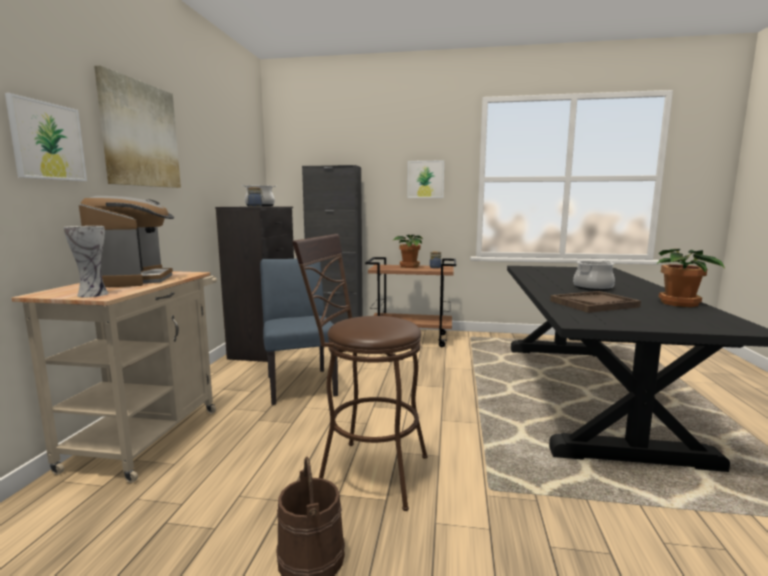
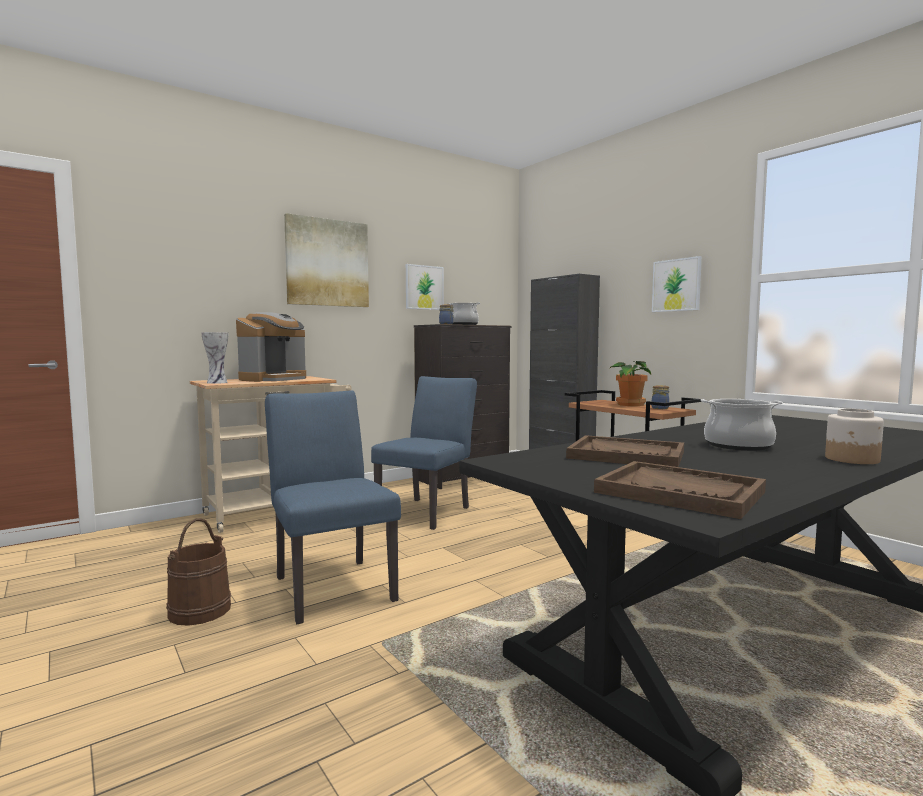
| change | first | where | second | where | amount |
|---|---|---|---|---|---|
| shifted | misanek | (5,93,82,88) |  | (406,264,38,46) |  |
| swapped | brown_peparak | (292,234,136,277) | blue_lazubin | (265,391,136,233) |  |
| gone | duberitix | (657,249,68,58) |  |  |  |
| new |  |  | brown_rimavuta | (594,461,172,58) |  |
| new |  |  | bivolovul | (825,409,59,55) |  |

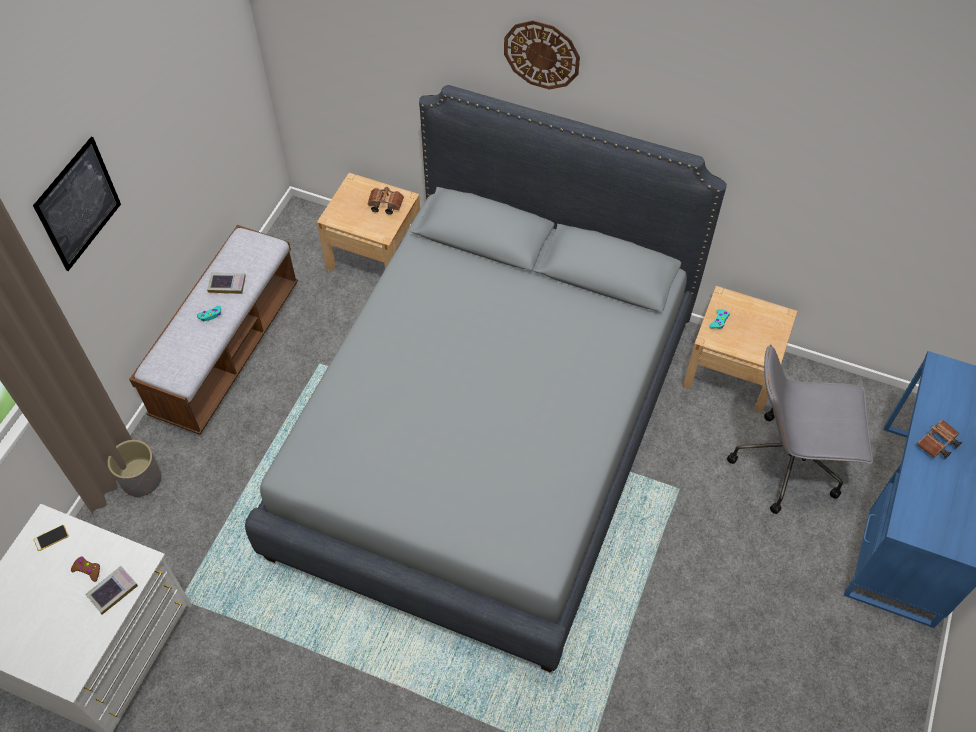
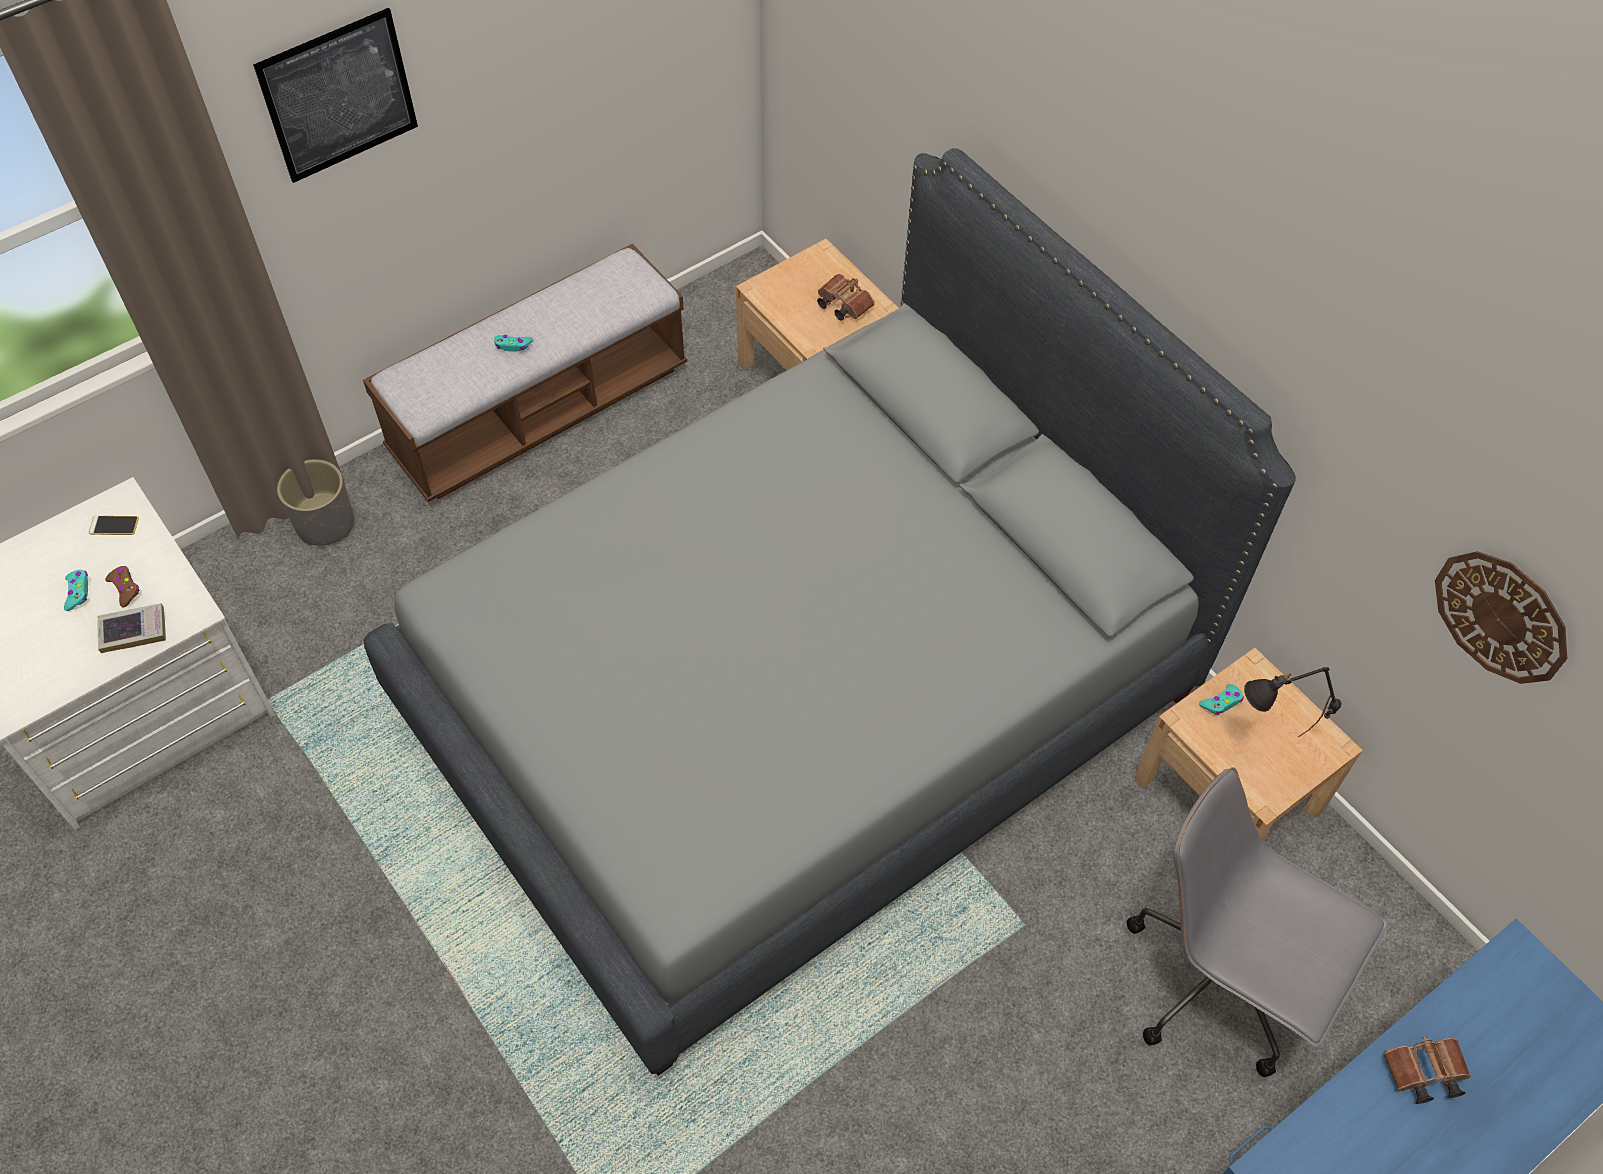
| change | first | where | second | where | amount |
|---|---|---|---|---|---|
| gone | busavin | (207,272,39,22) |  |  |  |
| shifted | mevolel | (504,20,76,69) |  | (1435,551,132,133) |  |
| new |  |  | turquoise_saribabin | (64,570,24,41) |  |
| new |  |  | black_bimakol | (1244,667,98,70) |  |

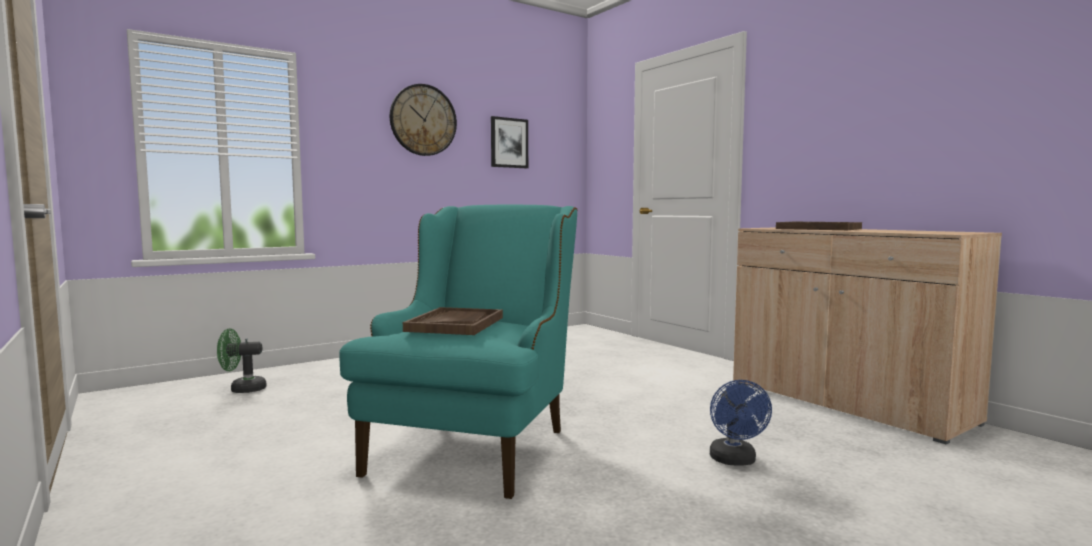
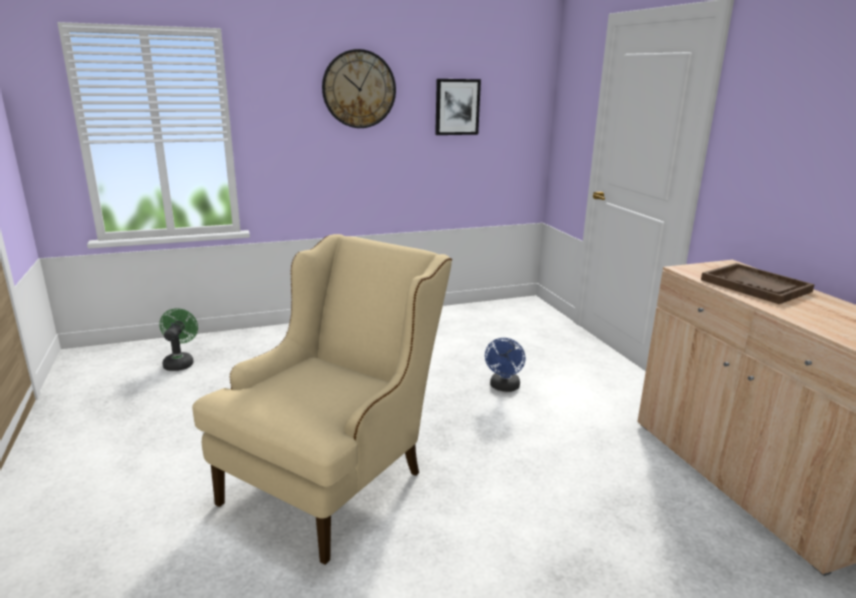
| change | first | where | second | where | amount |
|---|---|---|---|---|---|
| rotated | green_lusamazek | (217,328,49,65) |  | (159,308,39,63) | 90 degrees clockwise |
| repainted | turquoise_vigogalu | (339,205,238,294) | beige_vigogalu | (192,234,260,331) |  |
| gone | brown_rimavuta | (403,307,100,28) |  |  |  |
| shifted | blue_lusamazek | (710,380,62,86) |  | (485,338,40,54) |  |

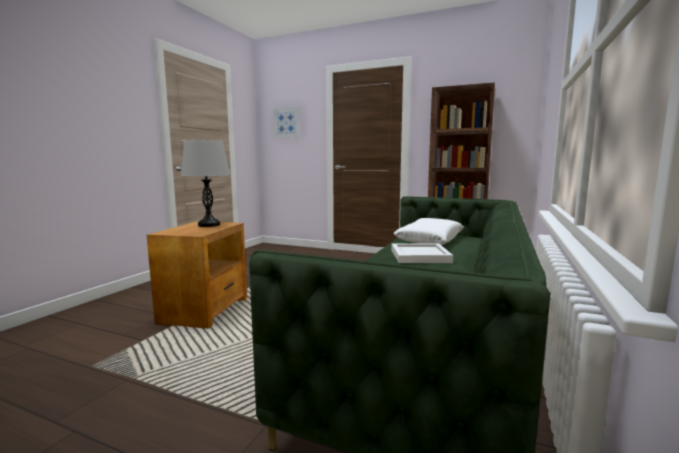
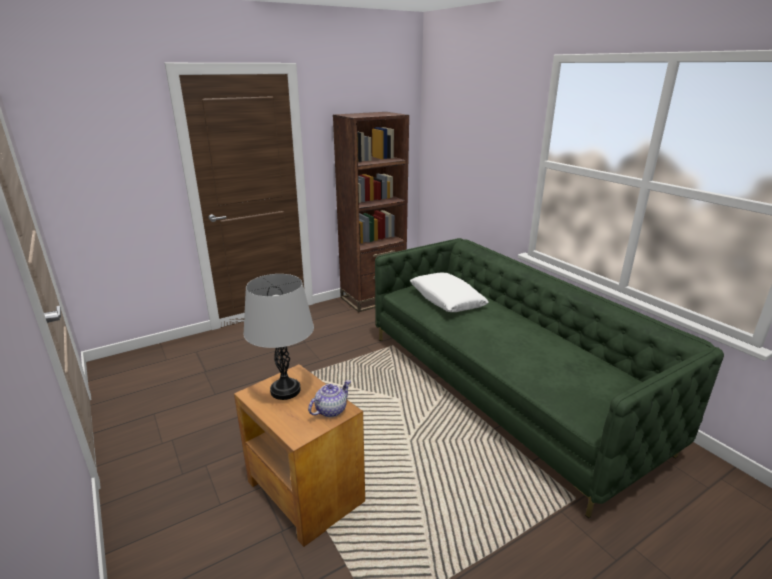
| change | first | where | second | where | amount |
|---|---|---|---|---|---|
| gone | misanek | (273,107,27,31) |  |  |  |
| gone | white_rimavuta | (391,243,62,20) |  |  |  |
| new |  |  | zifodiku | (308,380,43,37) |  |

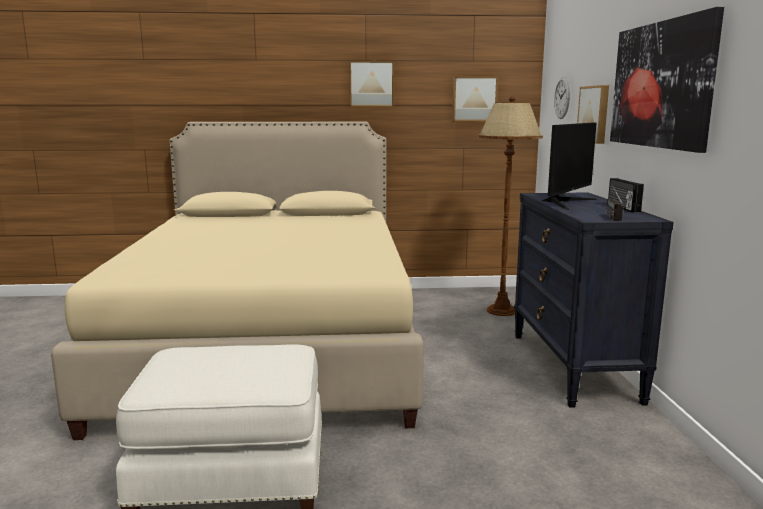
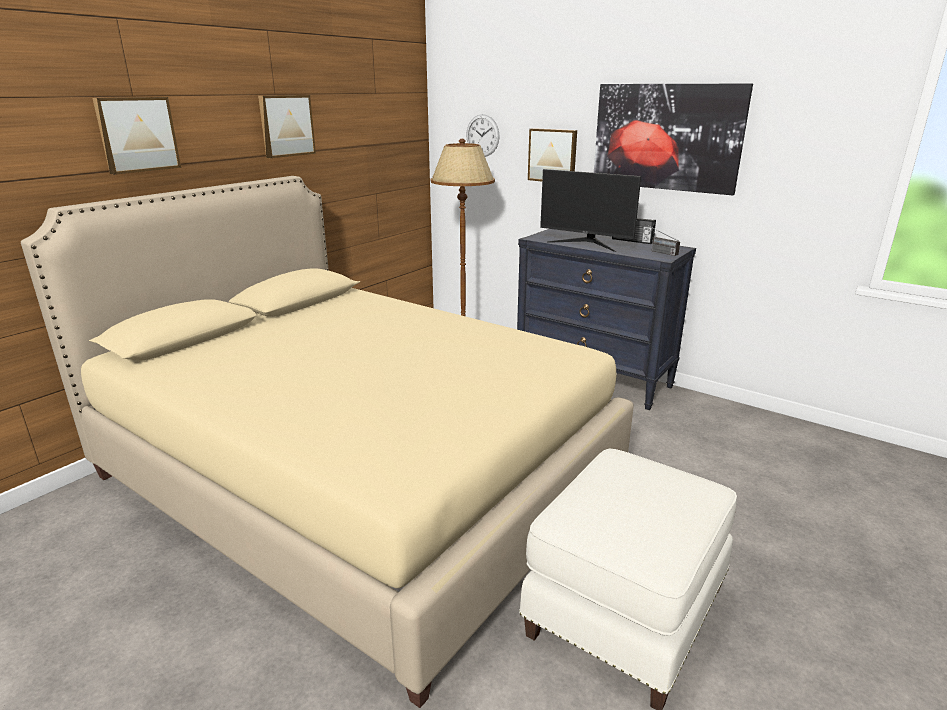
| change | first | where | second | where | amount |
|---|---|---|---|---|---|
| shifted | misanek | (452,76,46,45) |  | (92,97,89,78) |  |
| rotated | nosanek | (542,122,55,88) |  | (540,169,101,83) | 135 degrees clockwise |

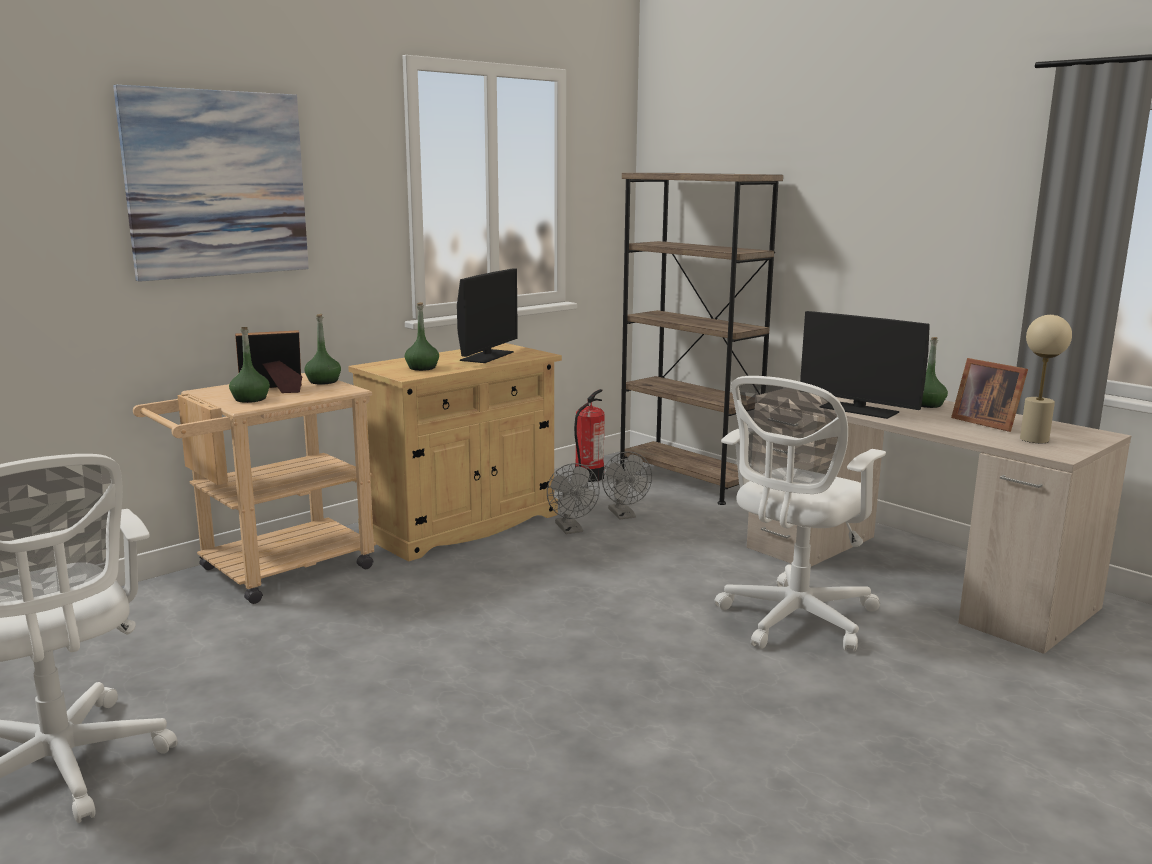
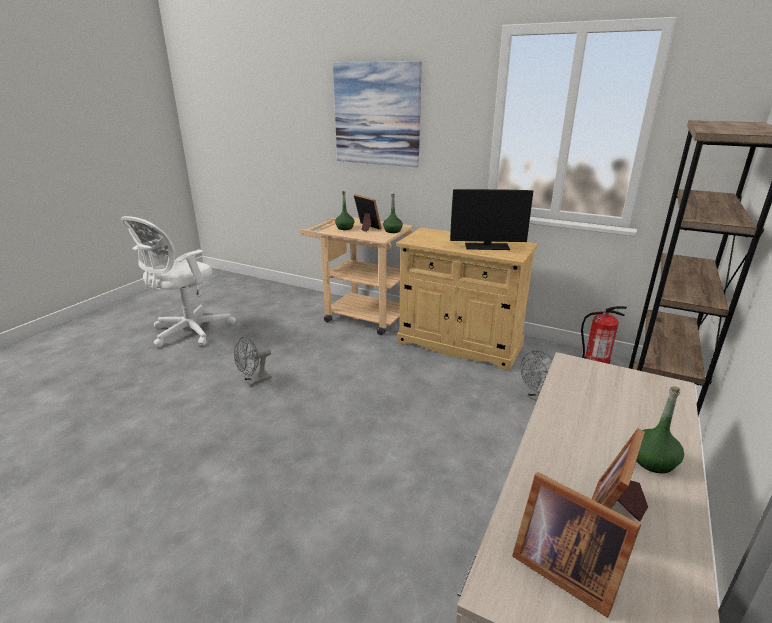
| change | first | where | second | where | amount |
|---|---|---|---|---|---|
| gone | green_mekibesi | (405,302,34,69) |  |  |  |
| shifted | grey_lusamazek | (547,463,53,71) |  | (234,337,37,49) |  |
| gone | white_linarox | (715,376,171,275) |  |  |  |
| gone | nosanek | (800,311,130,108) |  |  |  |
| swapped | beige_bimakol | (1020,315,52,128) | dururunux | (512,472,129,146) |  |

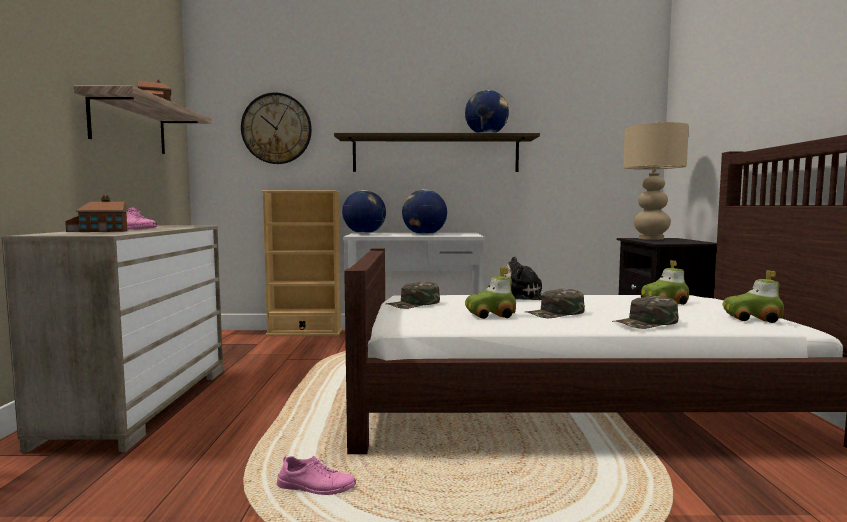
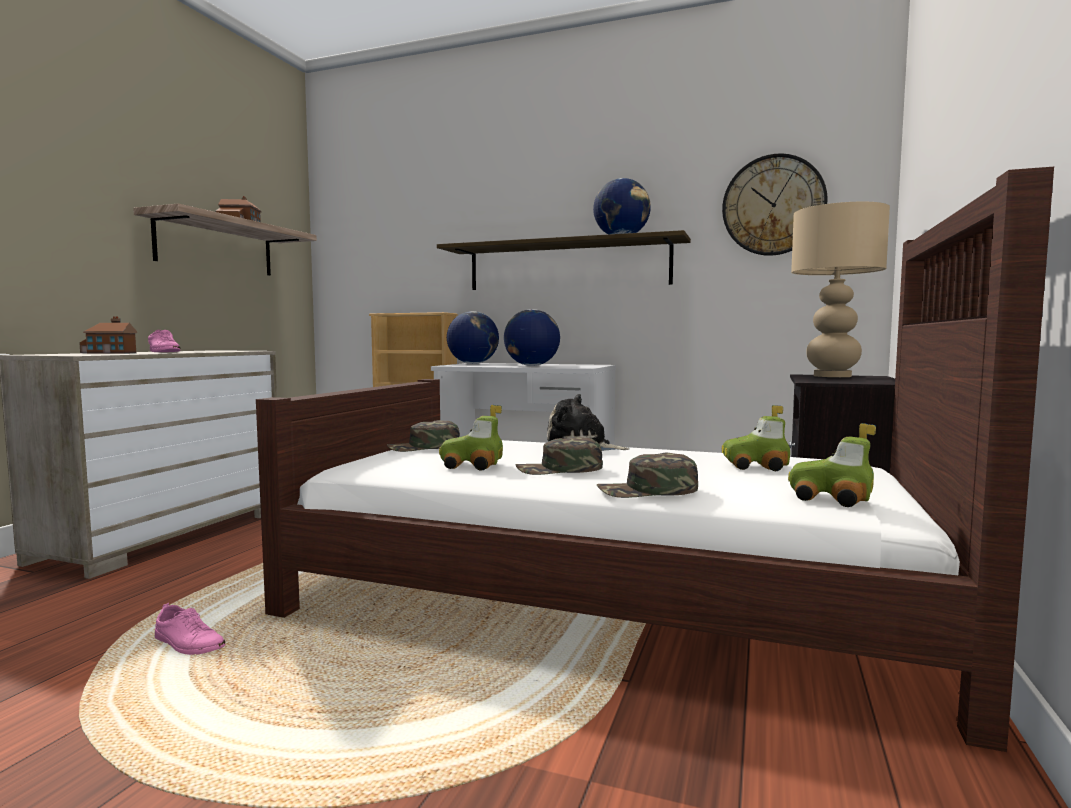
| change | first | where | second | where | amount |
|---|---|---|---|---|---|
| shifted | mevolel | (241,92,71,72) |  | (722,153,106,103) |  |

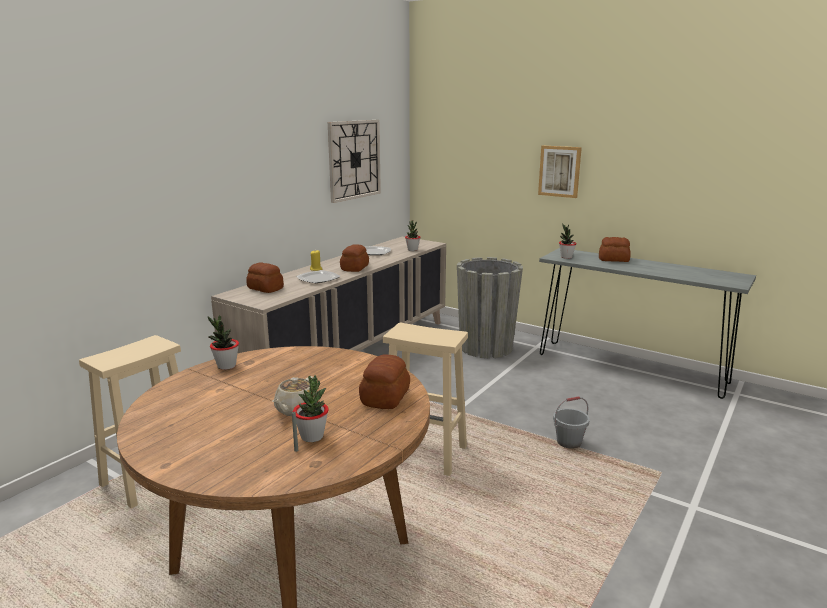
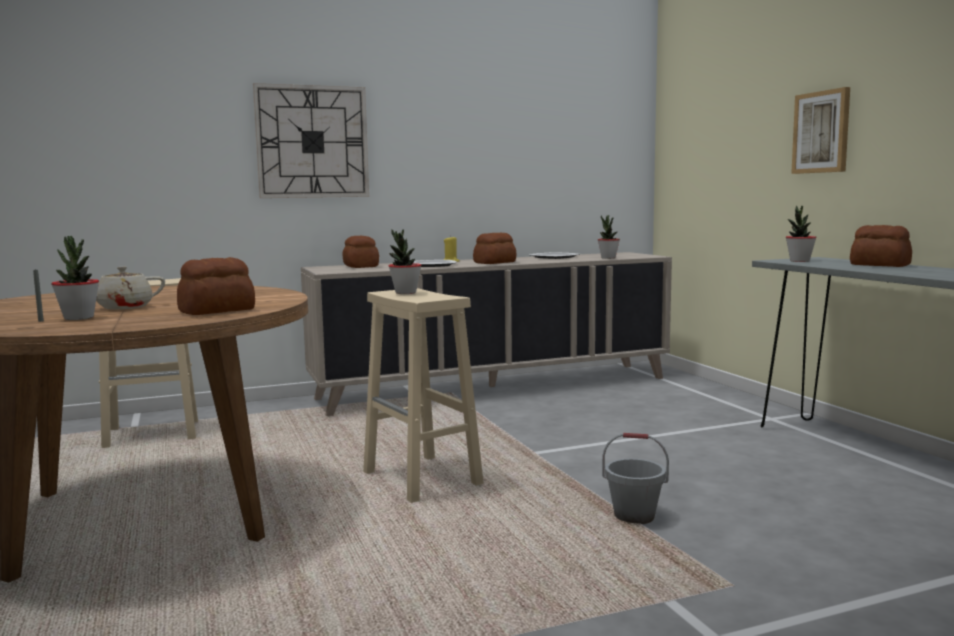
| change | first | where | second | where | amount |
|---|---|---|---|---|---|
| shifted | duberitix | (208,316,31,54) |  | (389,229,32,65) |  |
| shifted | mevolel | (328,120,53,83) |  | (253,83,116,115) |  |
| gone | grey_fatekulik | (457,257,66,101) |  |  |  |

